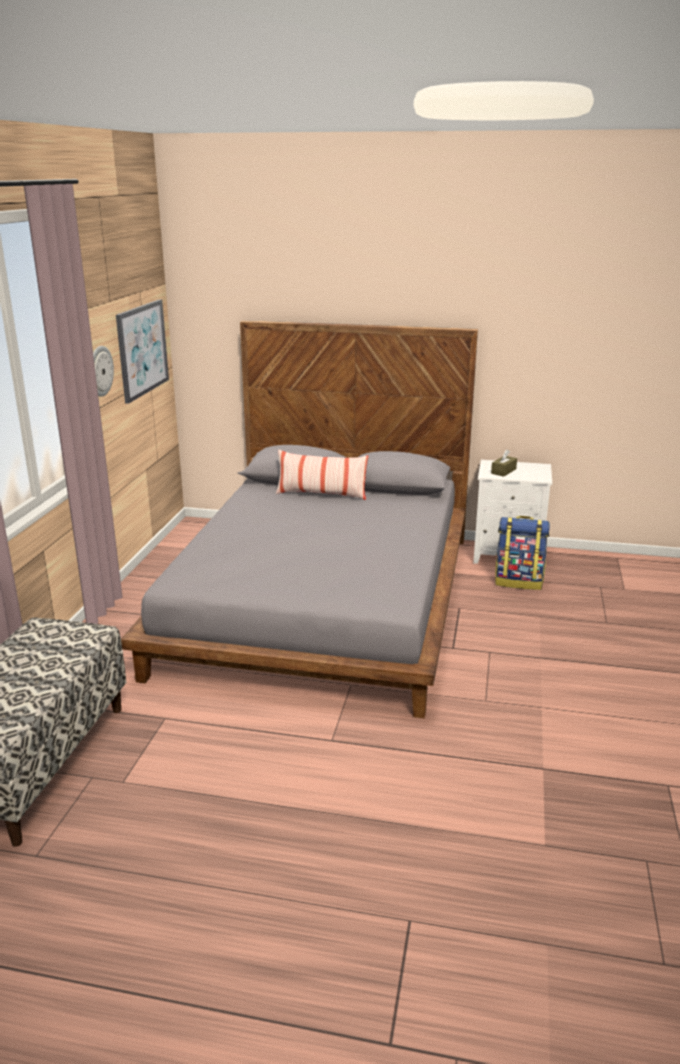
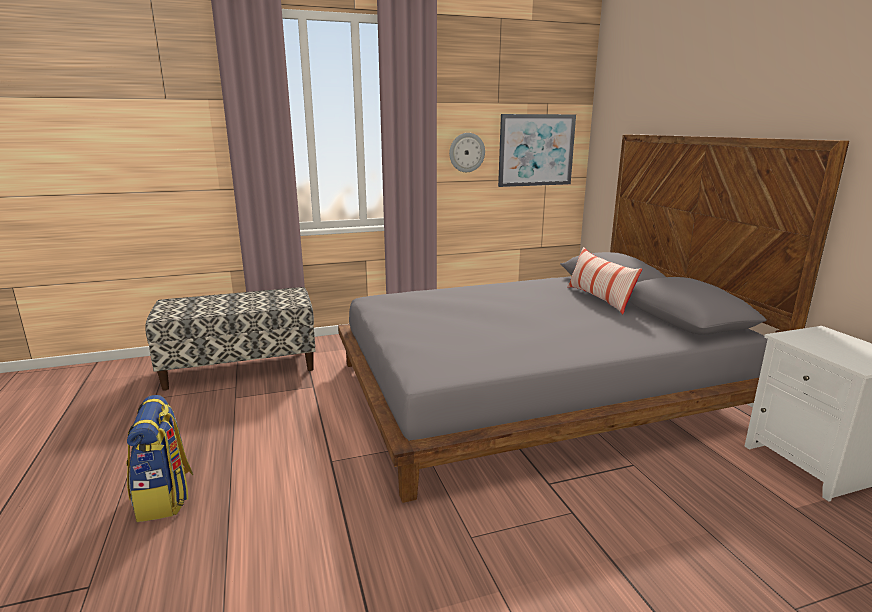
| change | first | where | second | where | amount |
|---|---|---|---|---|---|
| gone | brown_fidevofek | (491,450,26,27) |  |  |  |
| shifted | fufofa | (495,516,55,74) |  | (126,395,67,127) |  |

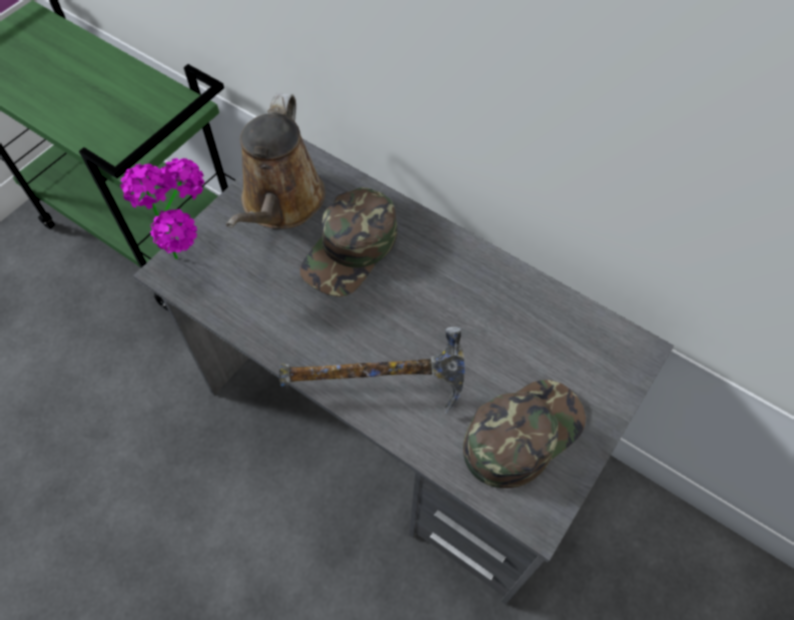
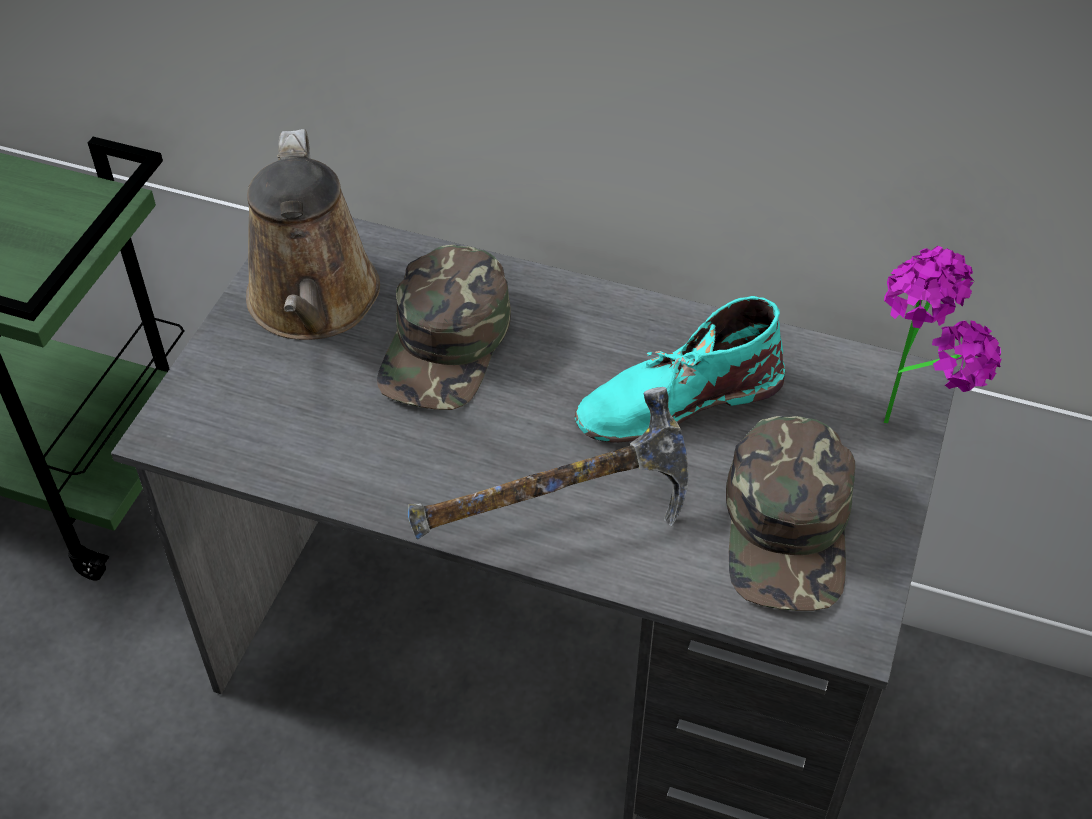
| change | first | where | second | where | amount |
|---|---|---|---|---|---|
| shifted | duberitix | (120,158,85,101) |  | (884,246,118,177) |  |
| rotated | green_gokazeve | (463,380,123,108) |  | (726,416,129,195) | 150 degrees clockwise |
| new |  |  | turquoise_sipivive | (575,296,210,147) |  |

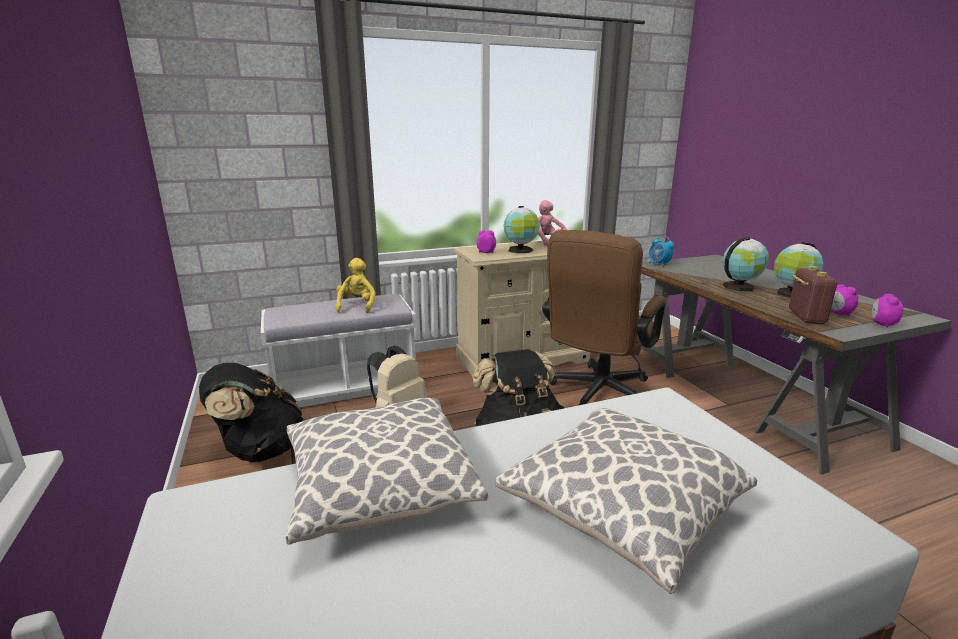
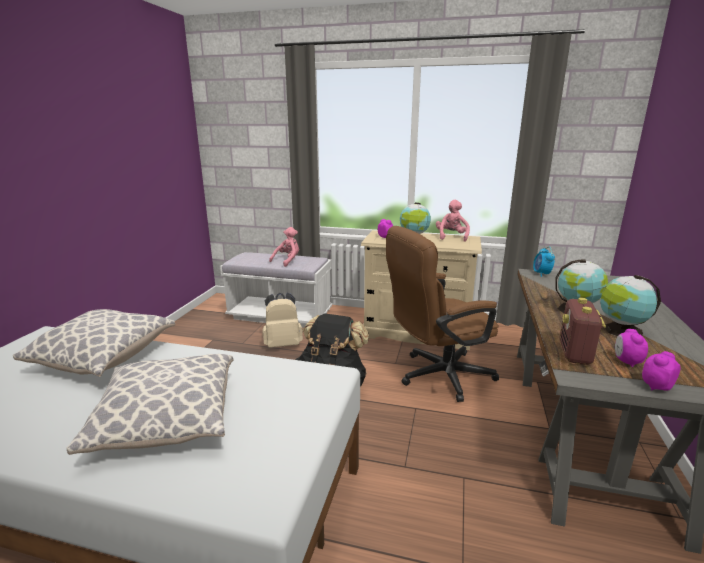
| change | first | where | second | where | amount |
|---|---|---|---|---|---|
| gone | black_fufofa | (199,363,105,99) |  |  |  |
| repainted | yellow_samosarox | (336,258,40,55) | pink_samosarox | (269,227,30,40) |  |
| rotated | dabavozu | (789,266,48,58) |  | (560,298,46,67) | 150 degrees clockwise |

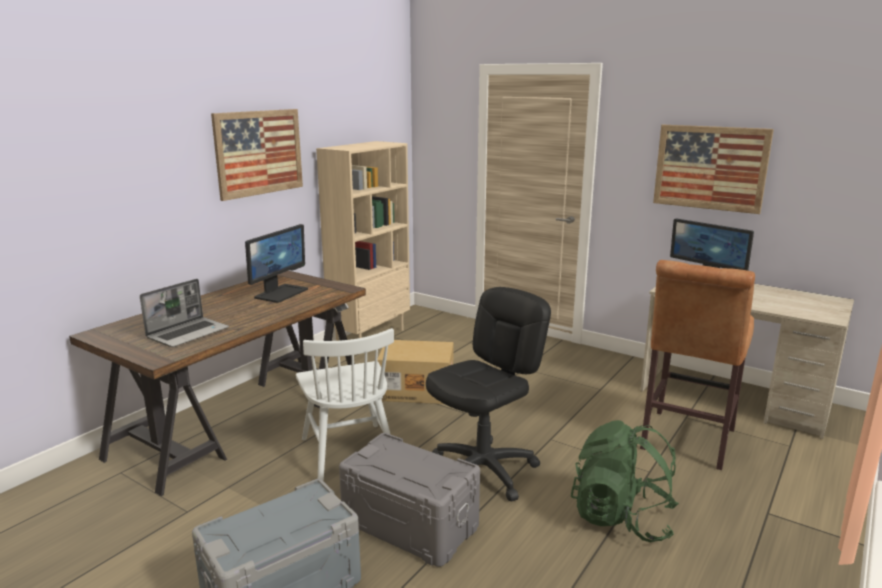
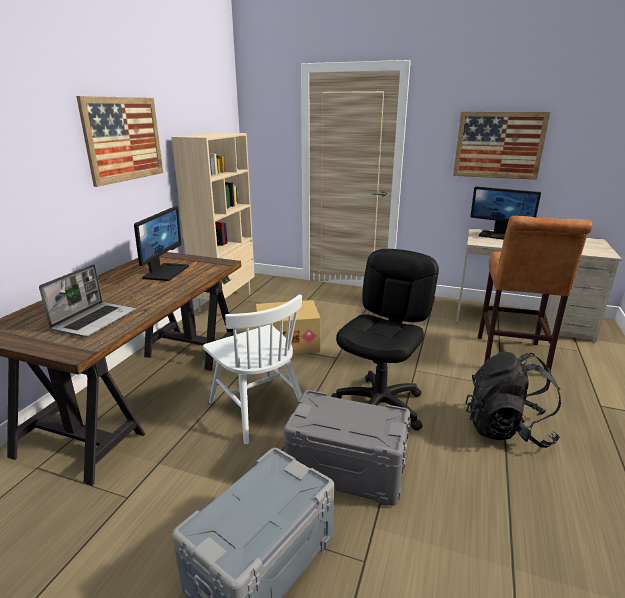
| change | first | where | second | where | amount |
|---|---|---|---|---|---|
| repainted | green_fufofa | (571,420,108,122) | black_fufofa | (465,352,96,96) |  |

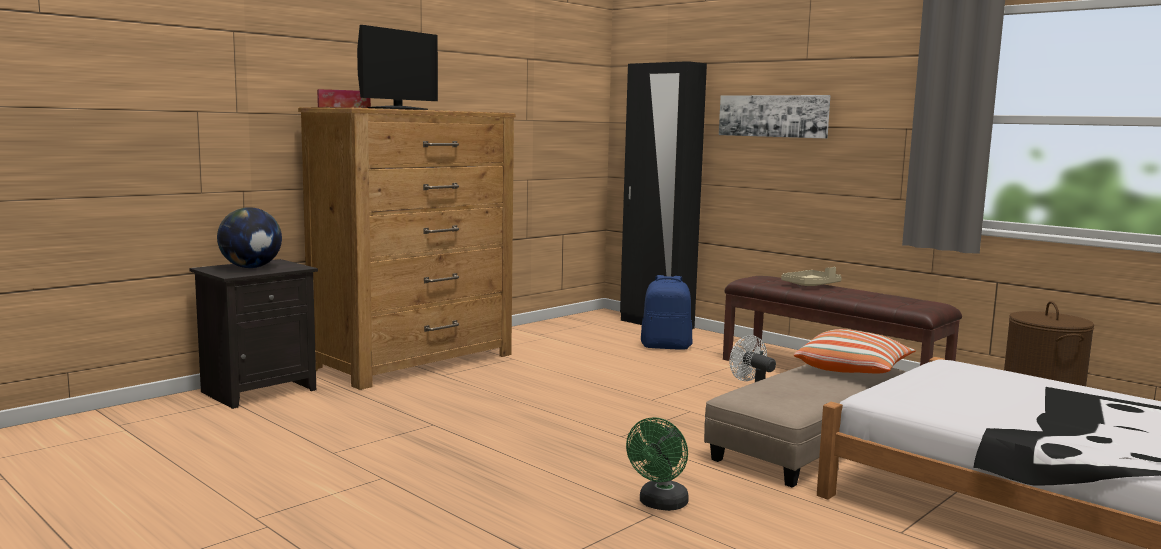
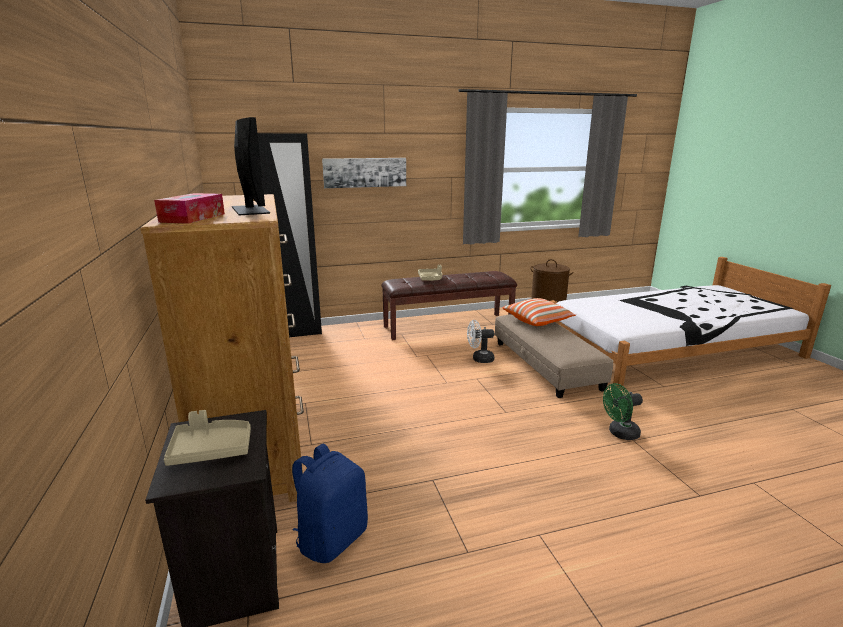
| change | first | where | second | where | amount |
|---|---|---|---|---|---|
| swapped | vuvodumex | (217,207,65,61) | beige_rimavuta | (164,410,87,56) |  |
| rotated | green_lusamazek | (626,417,63,94) |  | (603,383,40,57) | 105 degrees clockwise |
| shifted | blue_fufofa | (641,275,51,75) |  | (292,444,76,119) |  |

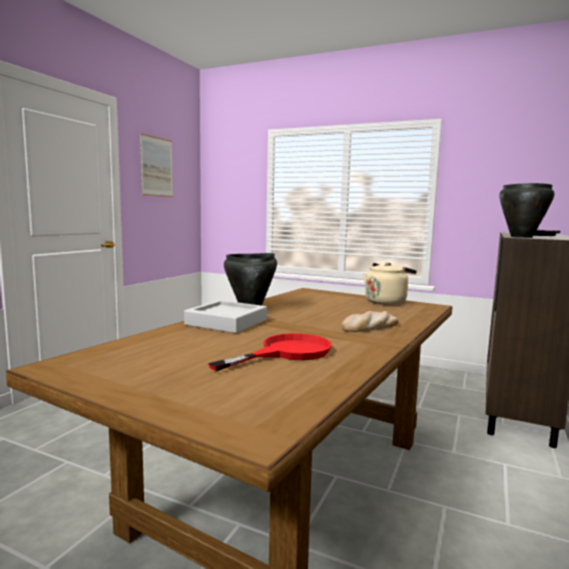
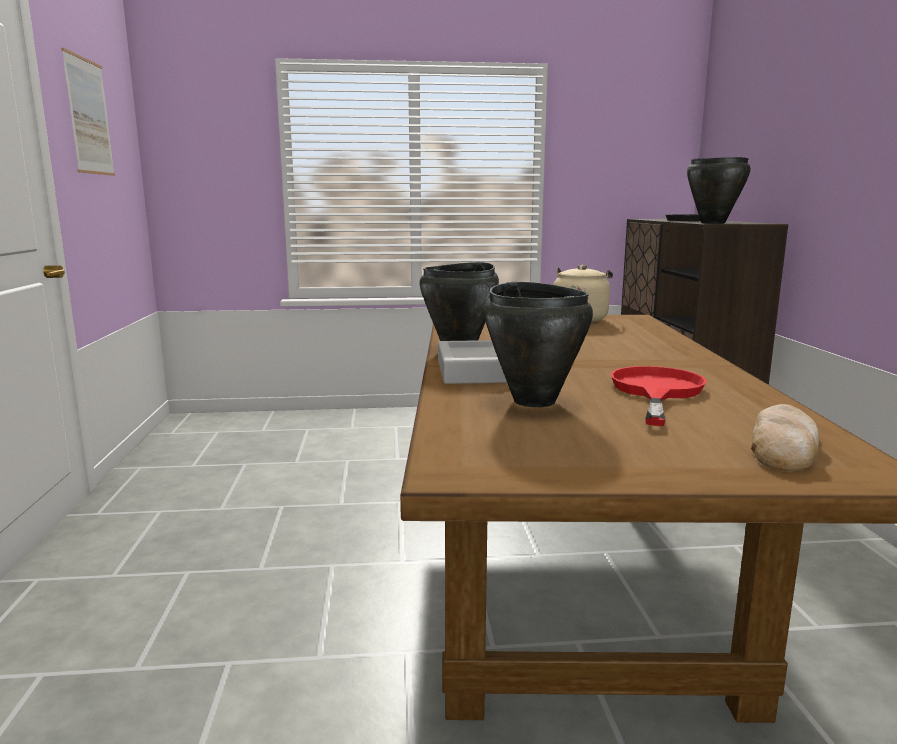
| change | first | where | second | where | amount |
|---|---|---|---|---|---|
| shifted | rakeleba | (341,311,57,21) |  | (751,404,69,68) |  |
| new |  |  | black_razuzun | (484,282,109,125) |  |

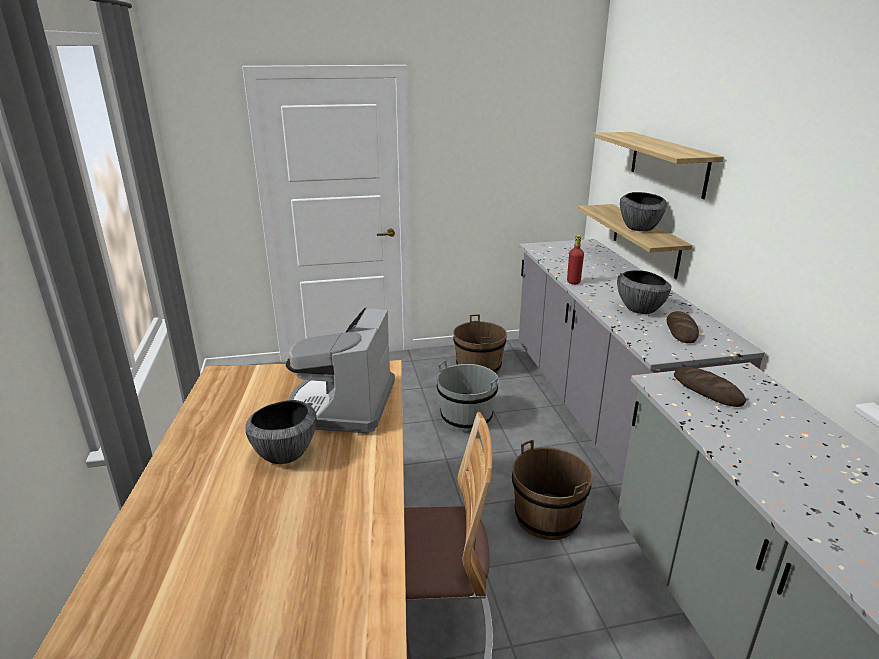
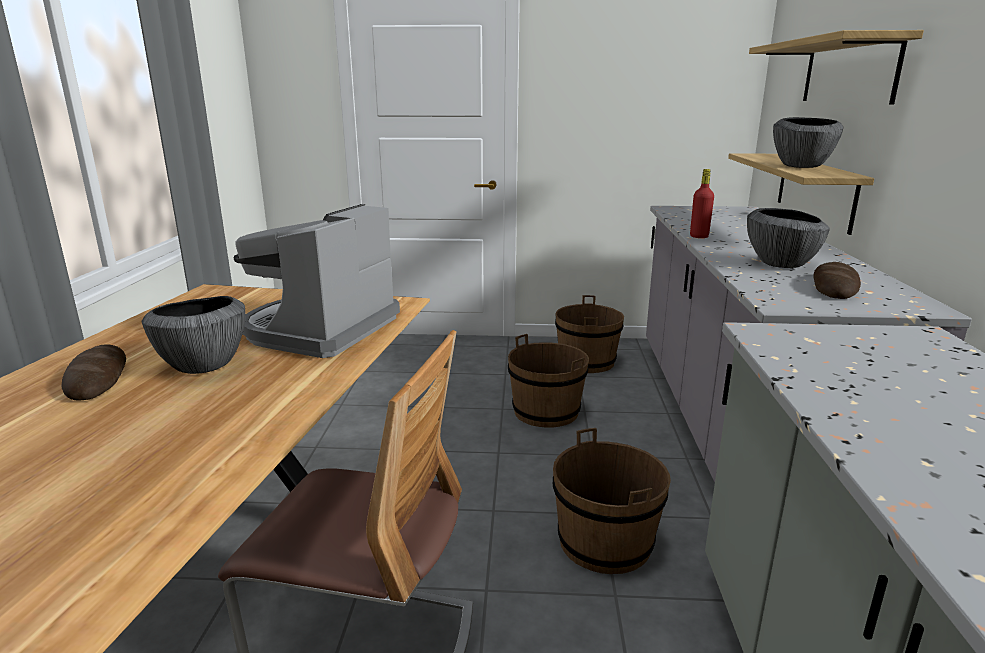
| change | first | where | second | where | amount |
|---|---|---|---|---|---|
| repainted | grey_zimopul | (437,360,62,72) | brown_zimopul | (508,334,81,94) |  |
| shifted | rakeleba | (674,367,72,40) |  | (62,344,64,56) |  |

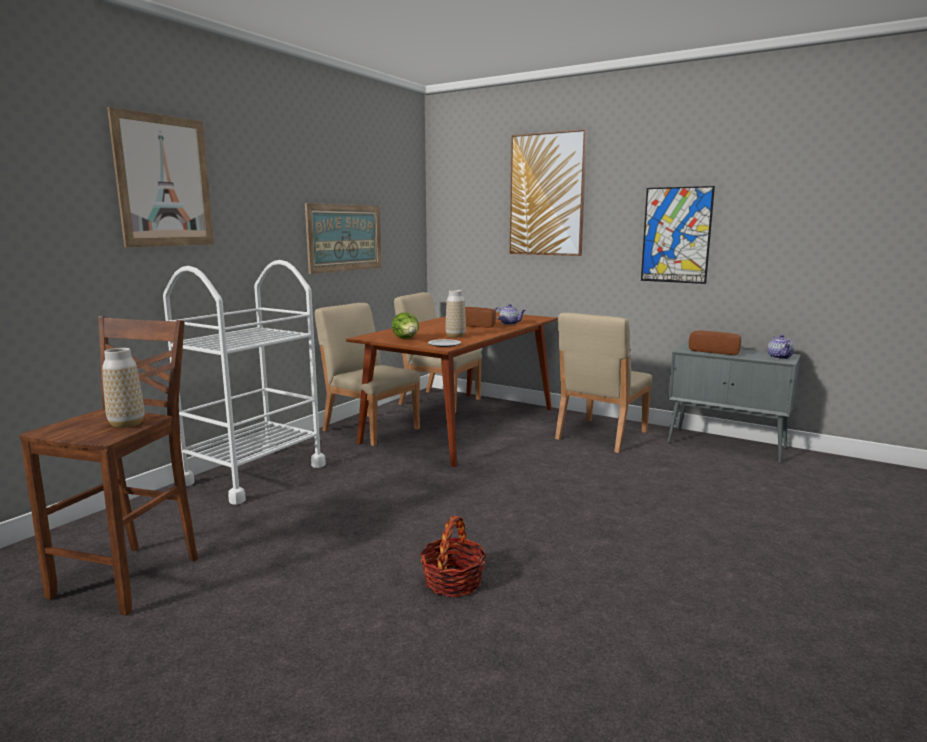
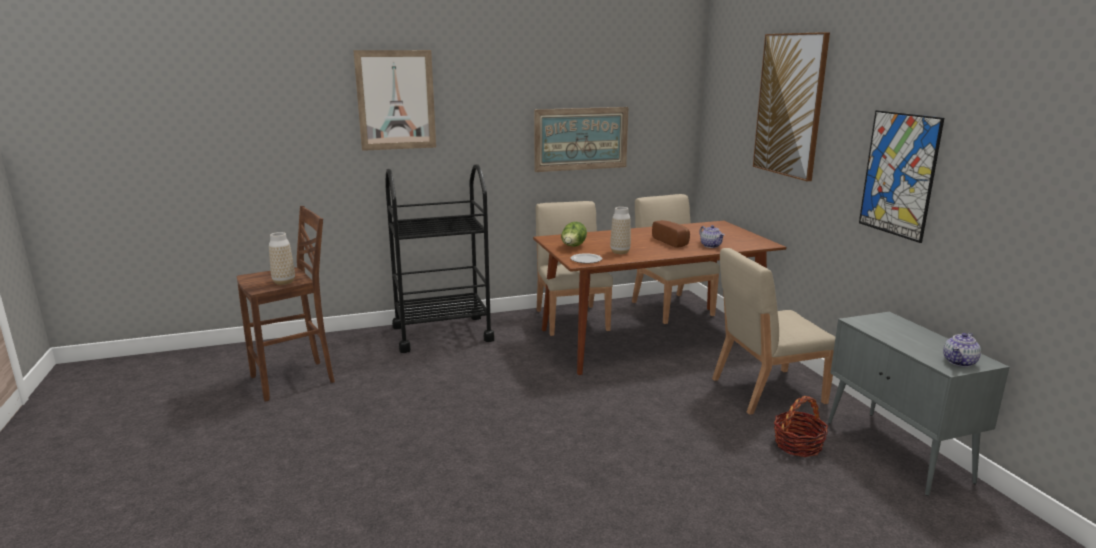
| change | first | where | second | where | amount |
|---|---|---|---|---|---|
| repainted | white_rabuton | (163,260,163,245) | black_rabuton | (385,164,110,189) |  |
| shifted | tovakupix | (420,516,67,81) |  | (774,396,54,61) |  |
| gone | rakeleba | (689,331,52,24) |  |  |  |

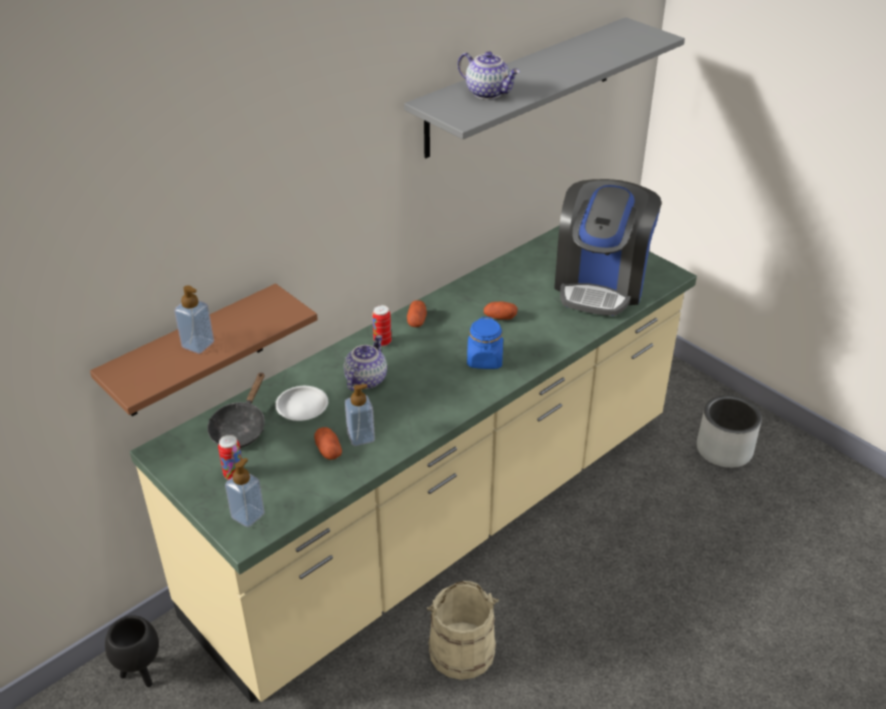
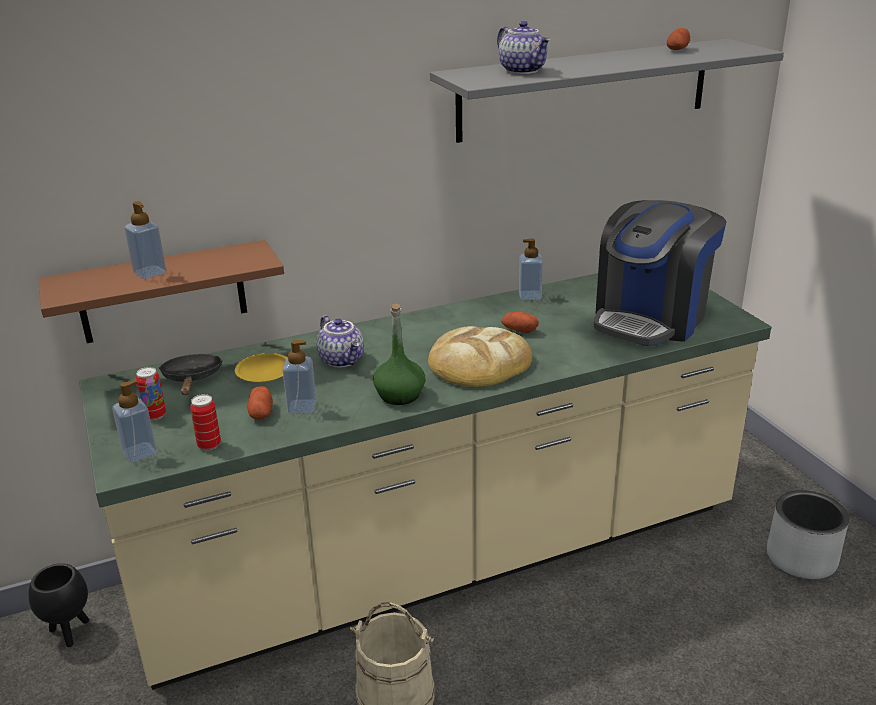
| change | first | where | second | where | amount |
|---|---|---|---|---|---|
| rotated | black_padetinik | (207,372,58,76) |  | (159,354,63,41) | 135 degrees clockwise |
| repainted | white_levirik | (275,386,53,35) | yellow_levirik | (235,353,53,29) |  |
| rotated | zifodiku | (344,335,43,56) |  | (316,315,48,53) | 105 degrees clockwise |
| shifted | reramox | (372,305,19,41) |  | (190,394,31,57) |  |
| shifted | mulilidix | (407,300,20,27) |  | (667,28,23,22) |  |
| swapped | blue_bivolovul | (467,317,36,52) | rakeleba | (428,326,104,61) |  |
| new |  |  | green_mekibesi | (373,304,52,101) |  |
| new |  |  | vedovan | (519,239,24,61) |  |

